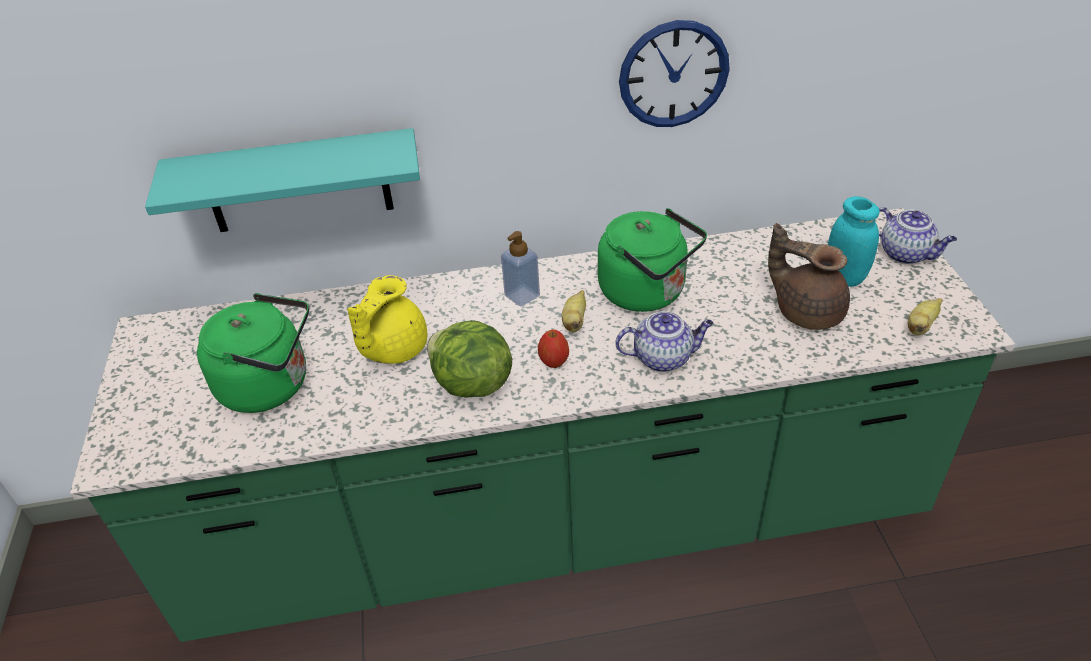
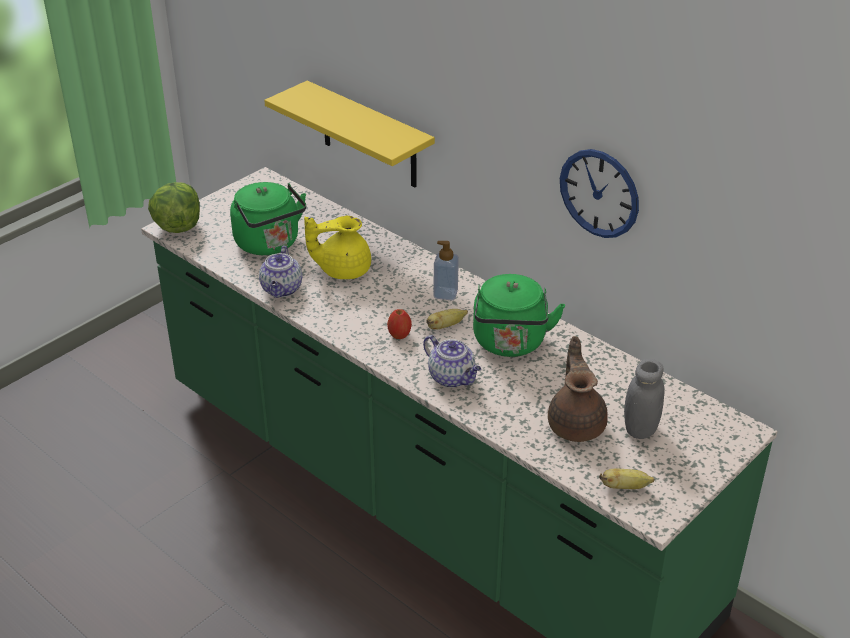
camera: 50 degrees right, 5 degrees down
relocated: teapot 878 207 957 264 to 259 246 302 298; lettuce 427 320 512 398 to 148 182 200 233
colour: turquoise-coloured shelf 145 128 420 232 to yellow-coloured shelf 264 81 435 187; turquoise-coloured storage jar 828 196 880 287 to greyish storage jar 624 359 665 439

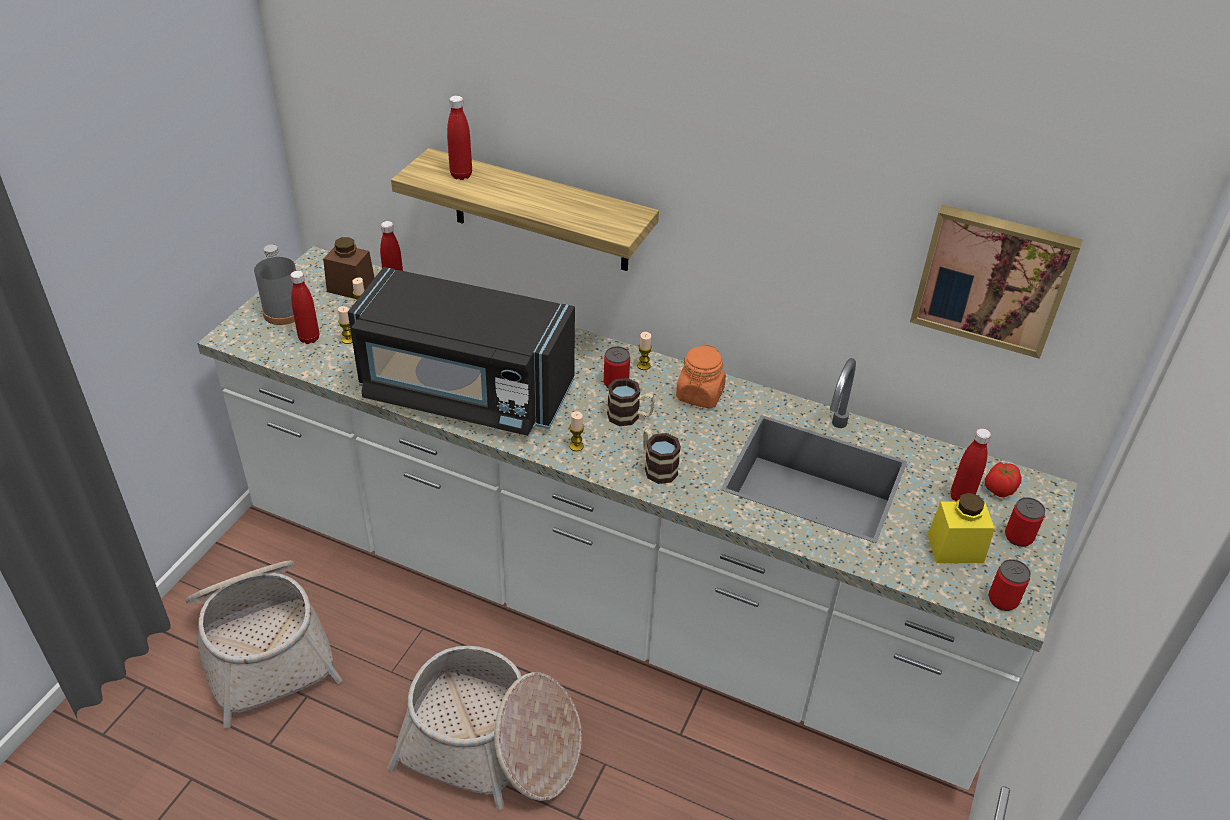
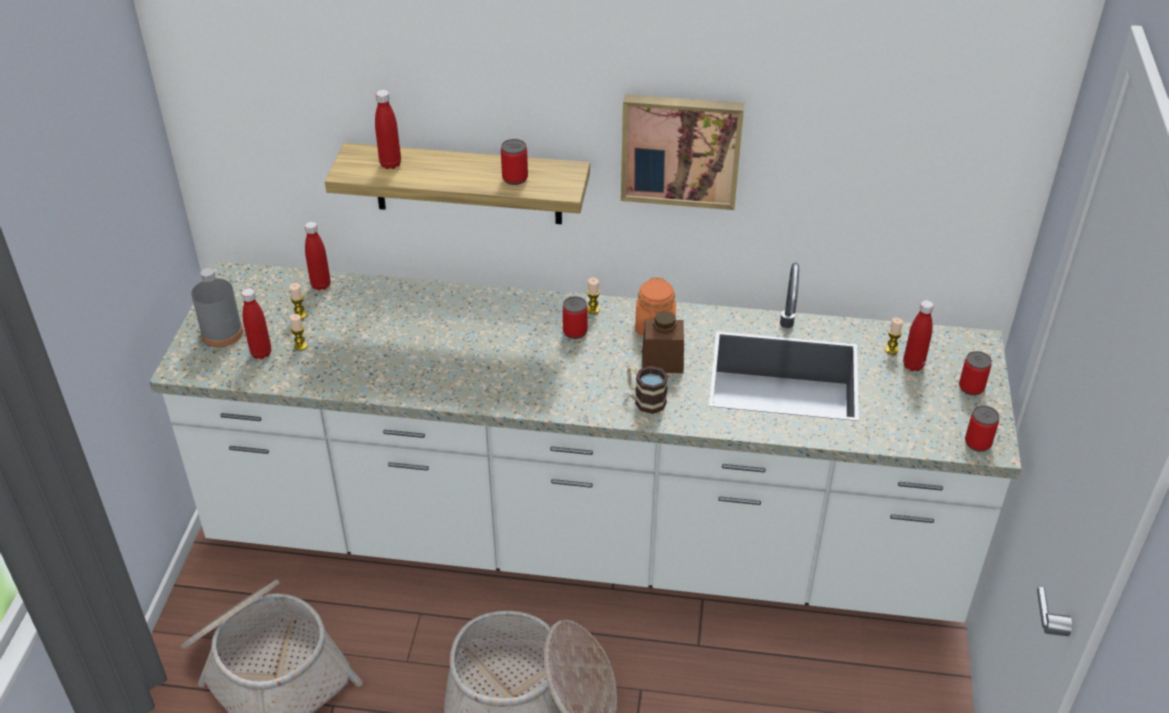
camera: 15 degrees left, 0 degrees up
missing: blackish microwave oven 348 267 575 436; mug 607 378 655 426; whole tomato 985 462 1022 497; yellow-coloured storage jar 927 493 995 563
appeared: metal can 501 139 528 185
relocated: picture 910 205 1083 359 to 621 94 744 210; brownish storage jar 323 237 375 299 to 642 311 684 373; candle 569 412 584 451 to 885 318 903 355

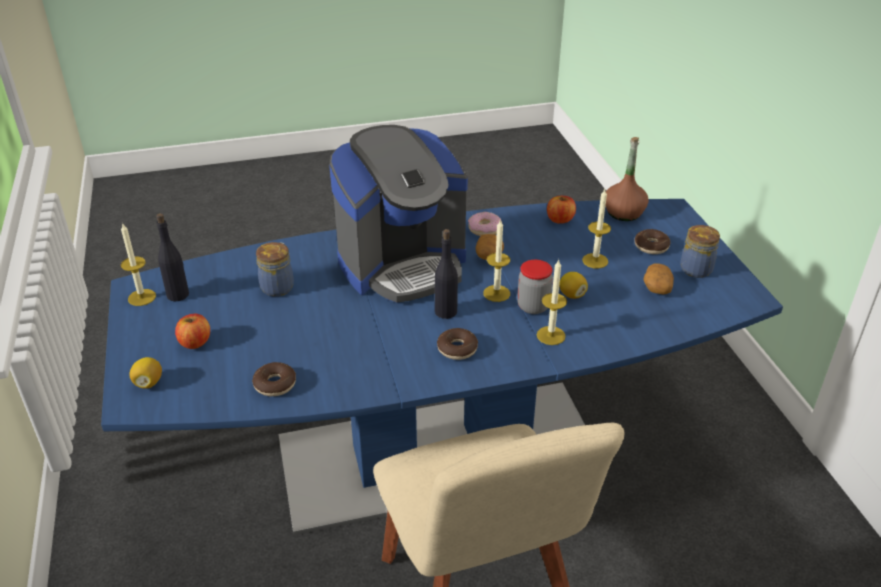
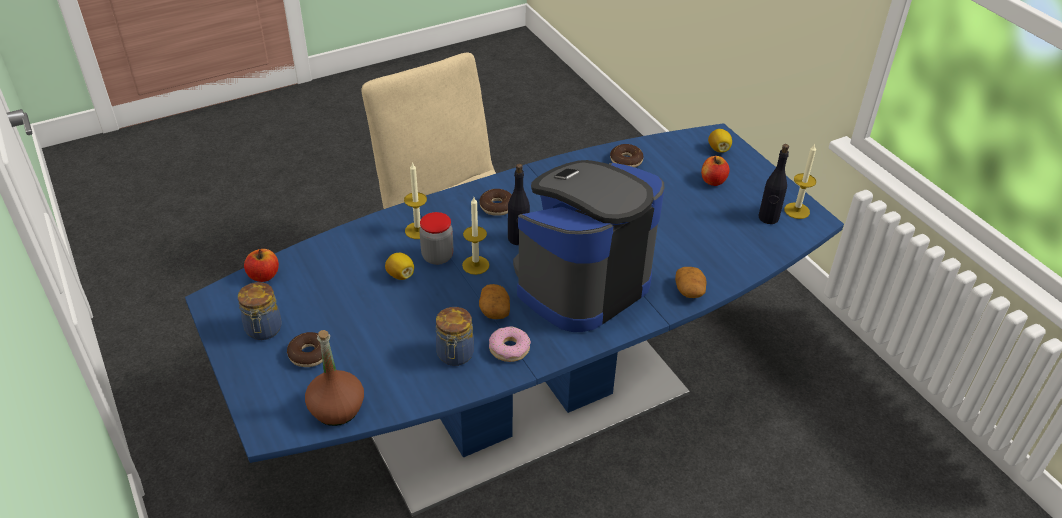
camera: 165 degrees right, 5 degrees up
missing: candle 582 189 611 269
relocated: apple 547 196 576 224 to 244 249 279 282; storage jar 256 242 294 297 to 436 307 474 366; spud 644 263 674 294 to 675 267 707 298

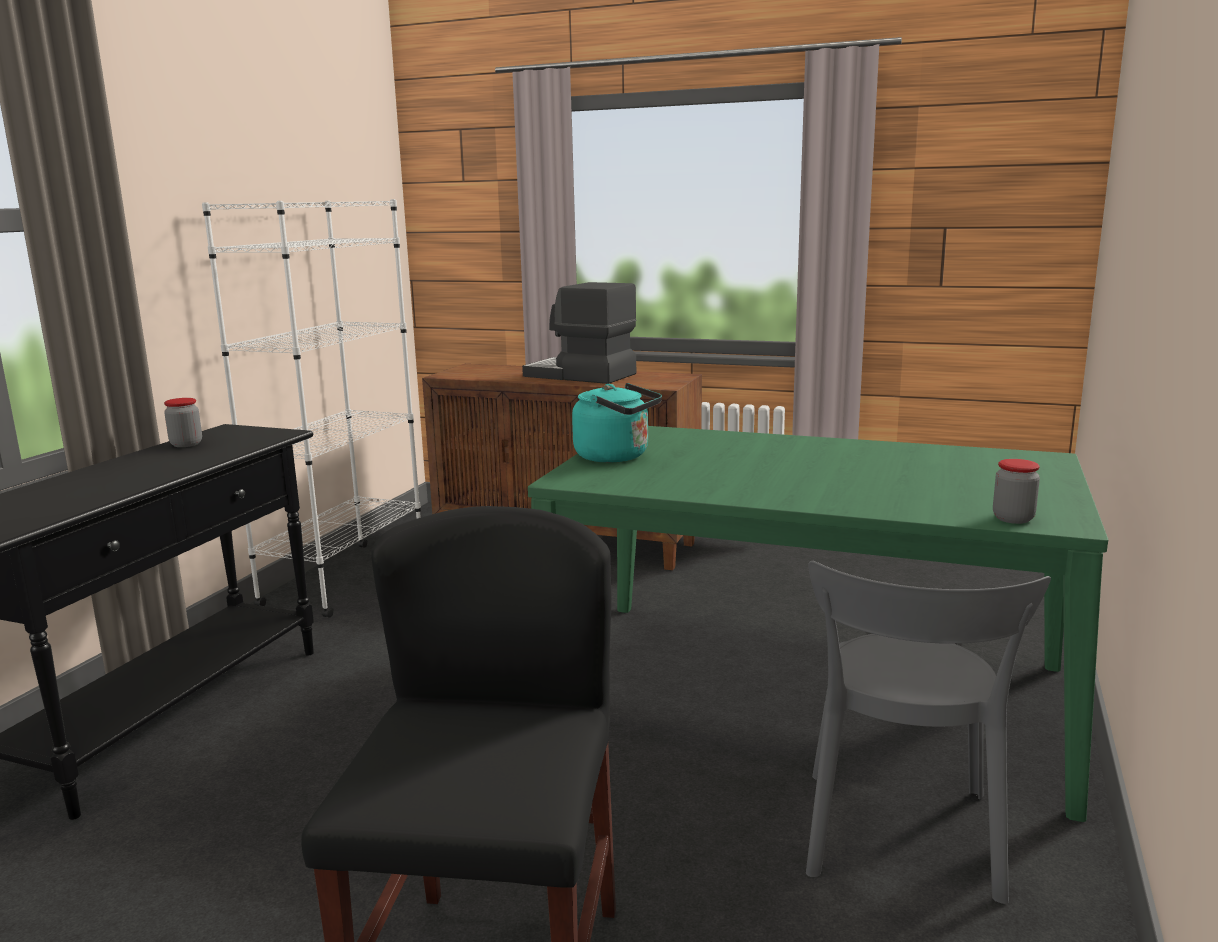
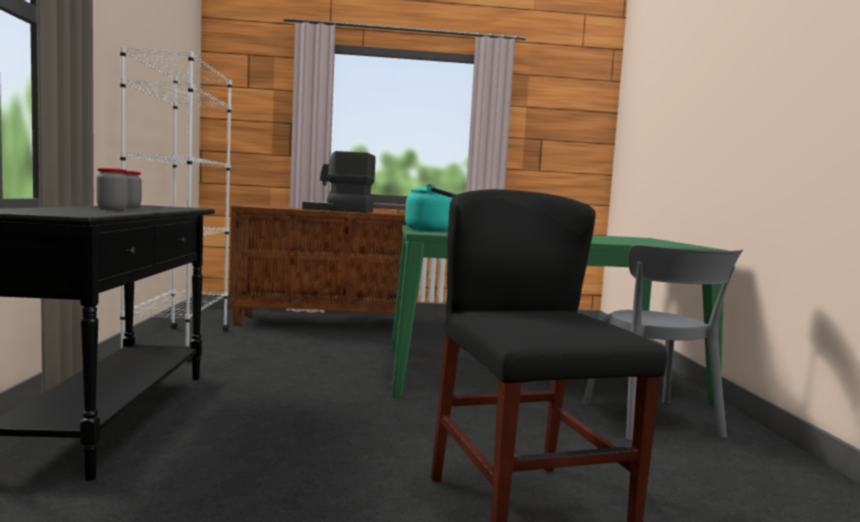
camera: 25 degrees left, 10 degrees down
relocated: storage jar 993 459 1040 524 to 96 168 128 209

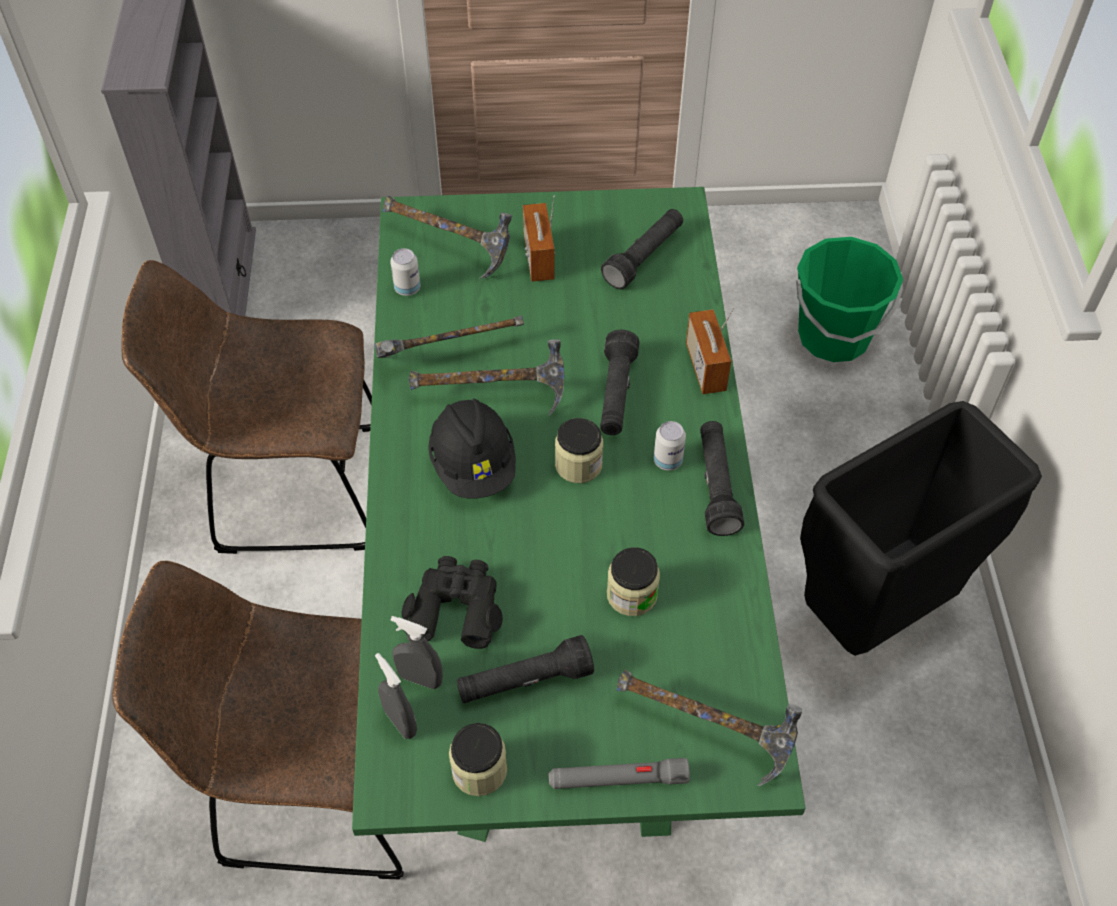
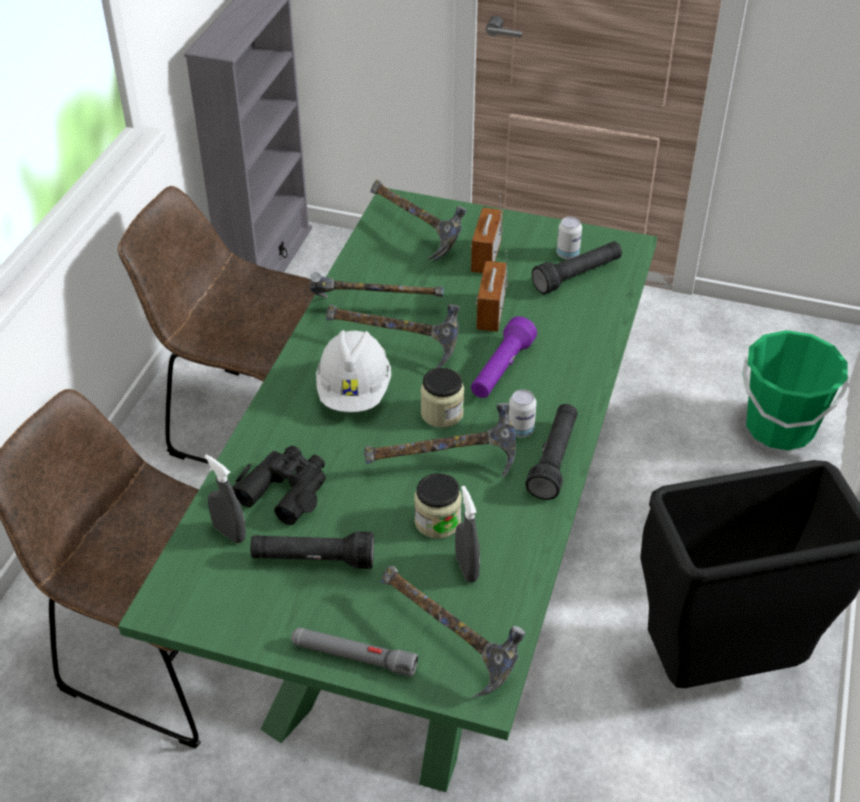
camera: 20 degrees right, 10 degrees down
missing: storage jar 449 723 507 796
appeared: hand hammer 364 403 516 478
relocated: metal can 390 248 421 296 to 557 217 582 260; radio set 686 307 735 394 to 475 250 507 332; greyish hand sprayer 375 653 417 739 to 455 486 480 582
colour: blackish flashlight 600 330 640 435 to purplish flashlight 471 316 537 398; blackish work helmet 428 398 516 498 to white work helmet 316 330 391 412

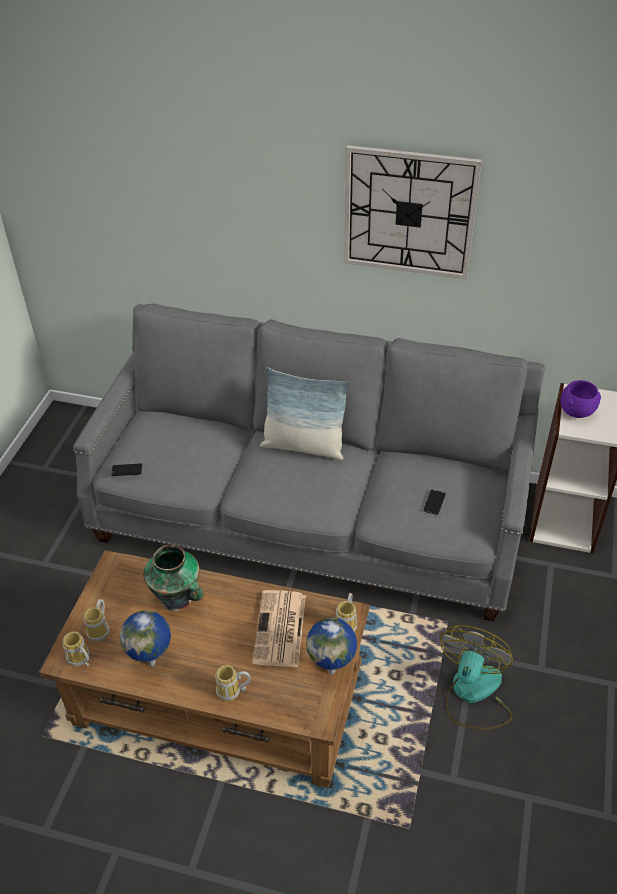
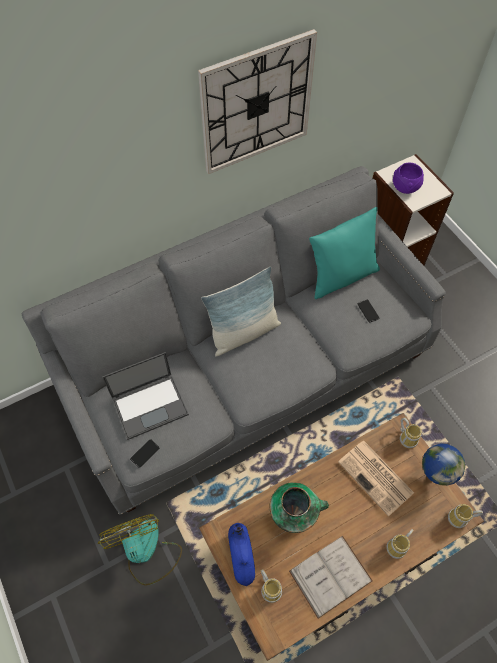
camera: 45 degrees left, 15 degrees up
appeared: turquoise-coloured pillow 309 207 380 299; notebook computer 102 352 189 440; bluish flower vase 228 523 255 586
relocated: cooling fan 440 625 513 730 to 98 514 182 586; mug 63 631 90 667 to 448 504 483 528
exchanged: globe 120 610 171 666 to white volume 289 536 373 619

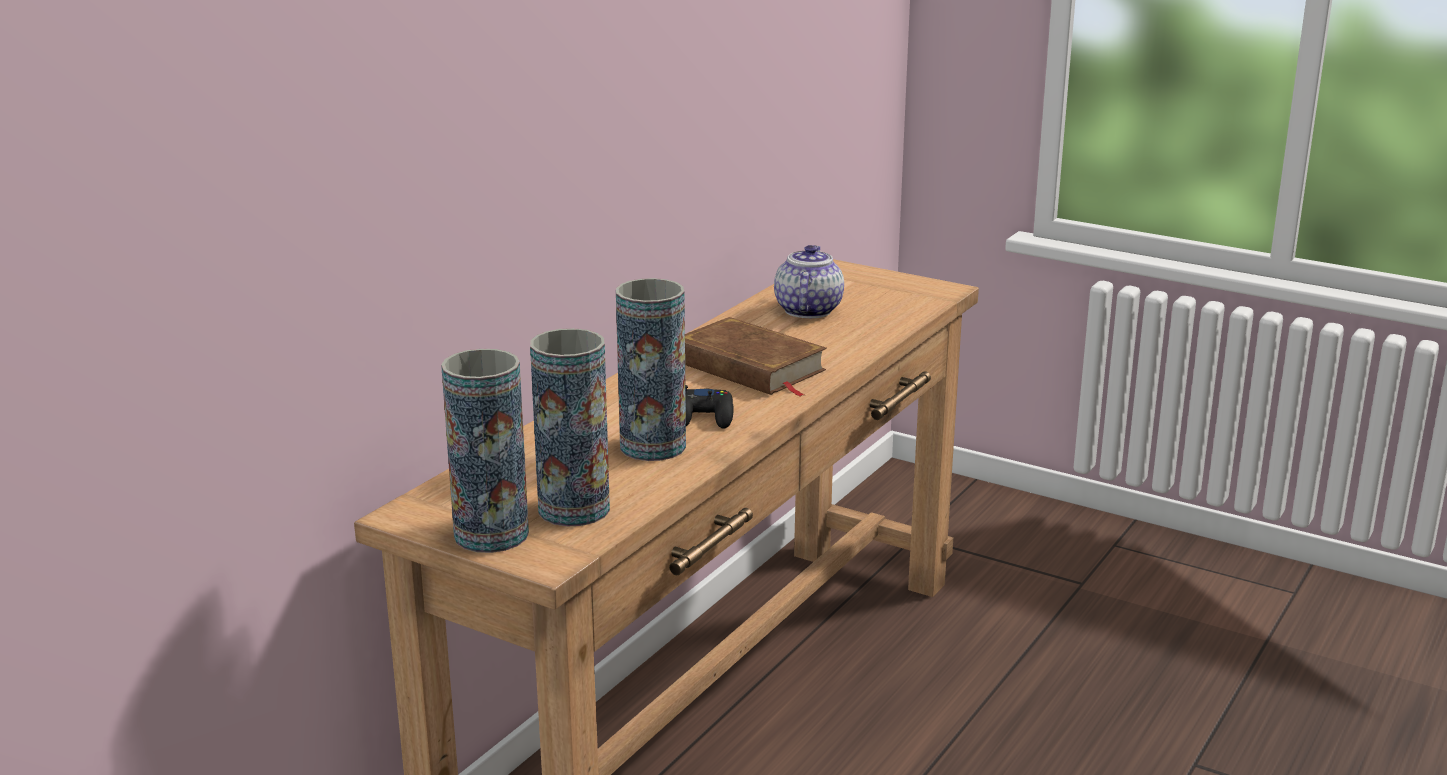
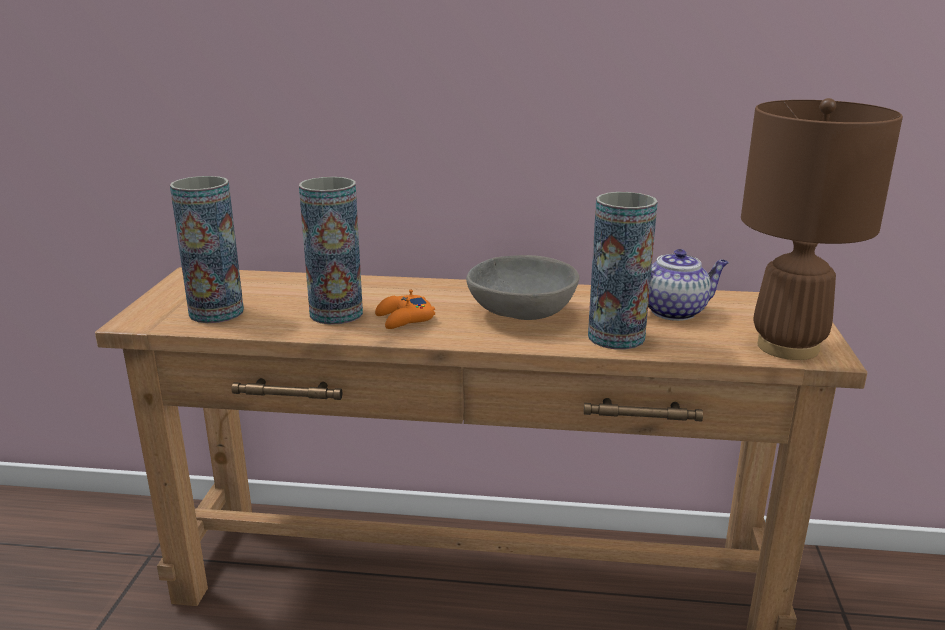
camera: 65 degrees right, 0 degrees up
appeared: brownish table lamp 741 98 903 360
relocated: flower vase 441 349 529 553 to 588 192 658 350
exchanged: brownish volume 685 317 827 397 to greyish deep dish 466 255 579 320
colour: blackish gamepad 685 385 734 429 to orange gamepad 375 290 435 329

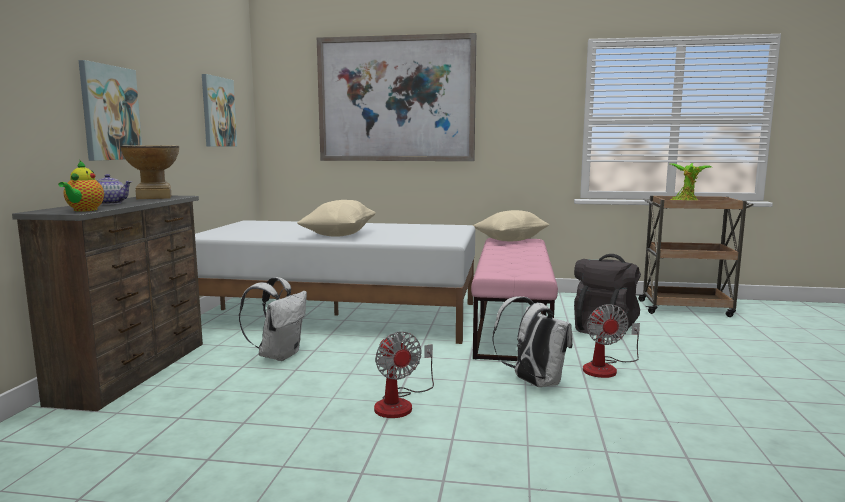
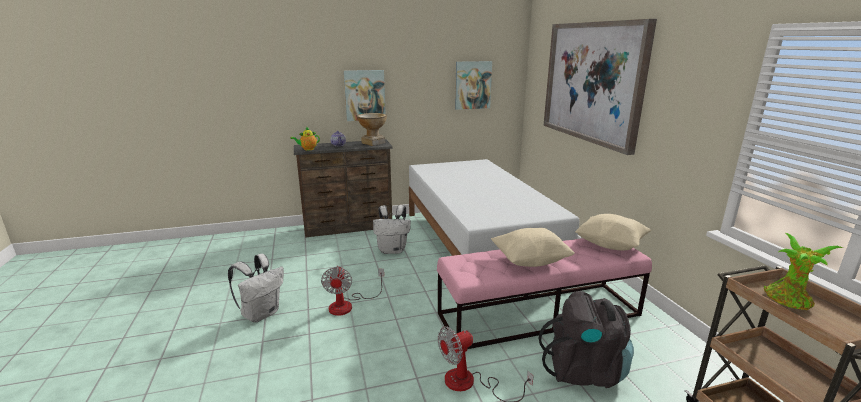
camera: 65 degrees right, 10 degrees up
relocated: sand-coloured pillow 297 200 376 237 to 491 228 575 267; white backpack 492 296 573 387 to 228 254 284 322
spun: cooling fan 374 331 434 418 = 321 266 384 316 45 degrees counterclockwise

